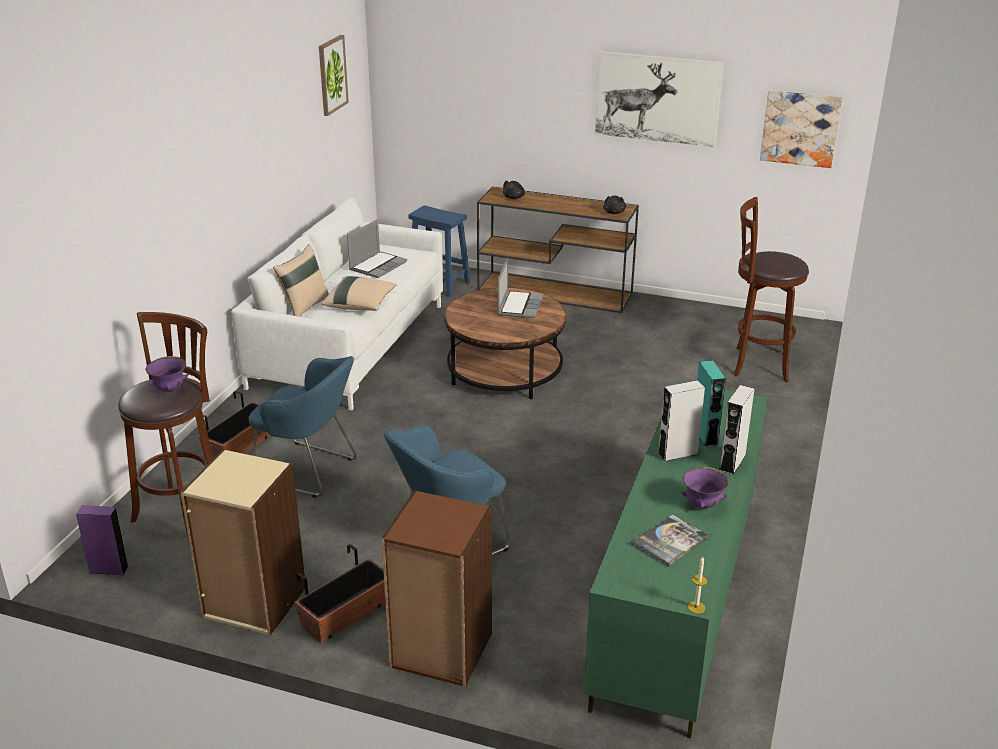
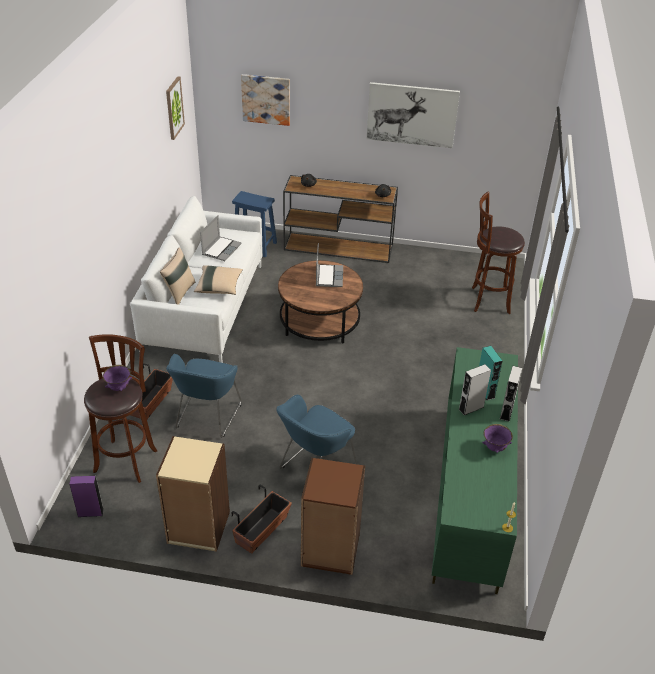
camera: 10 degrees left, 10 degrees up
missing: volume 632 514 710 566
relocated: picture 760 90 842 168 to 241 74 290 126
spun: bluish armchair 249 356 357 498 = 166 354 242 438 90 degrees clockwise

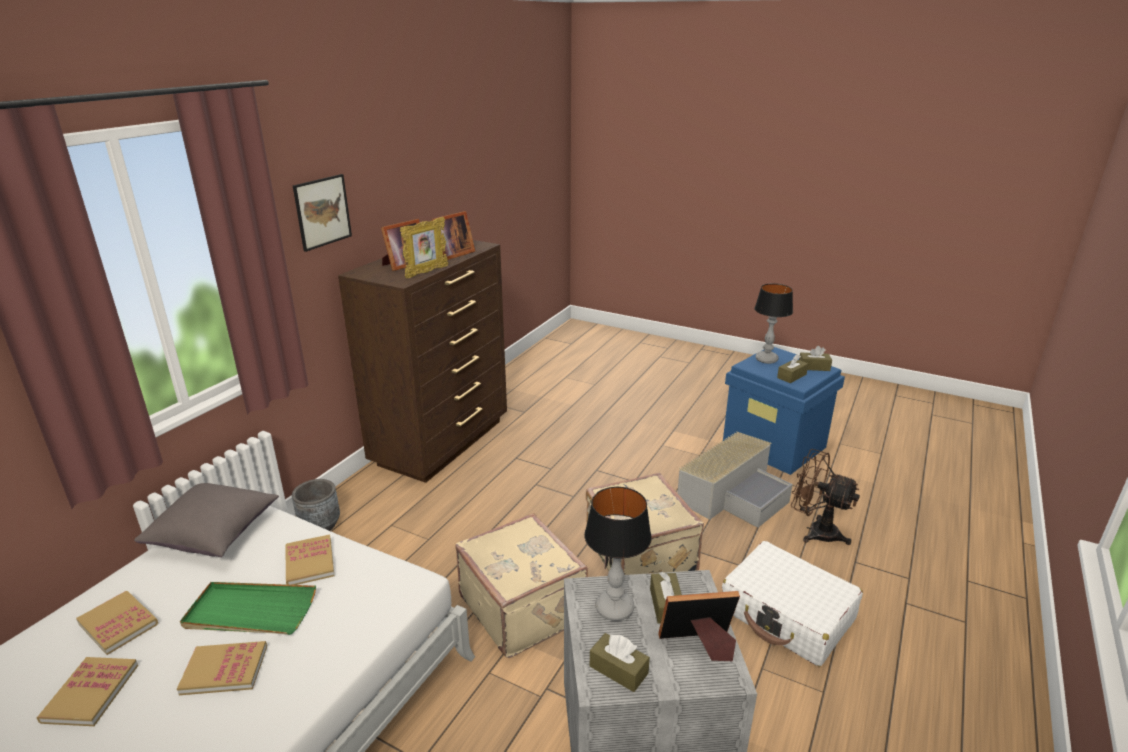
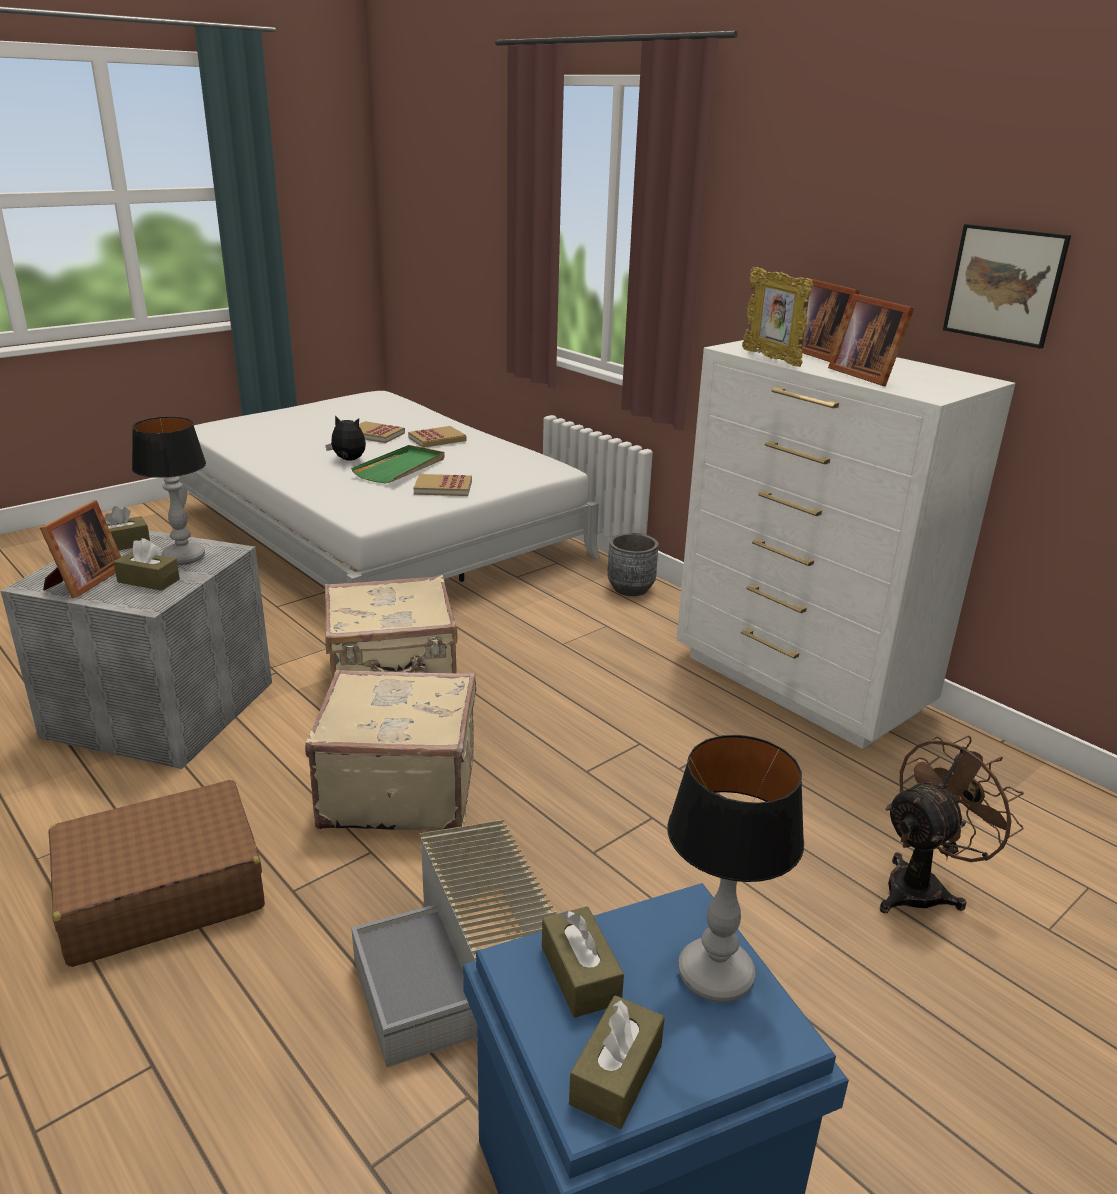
camera: 110 degrees right, 0 degrees up
missing: greyish pillow 134 483 279 557
relocated: picture 293 174 352 252 to 943 224 1071 349; brownish cooling fan 791 449 860 545 to 880 735 1024 913
exchanged: volume 177 641 267 695 to plush toy 325 416 366 460
colour: brownish drawer chest 338 240 507 483 to white drawer chest 677 340 1015 749; white suitcase 722 541 863 666 to brownish suitcase 48 780 265 967

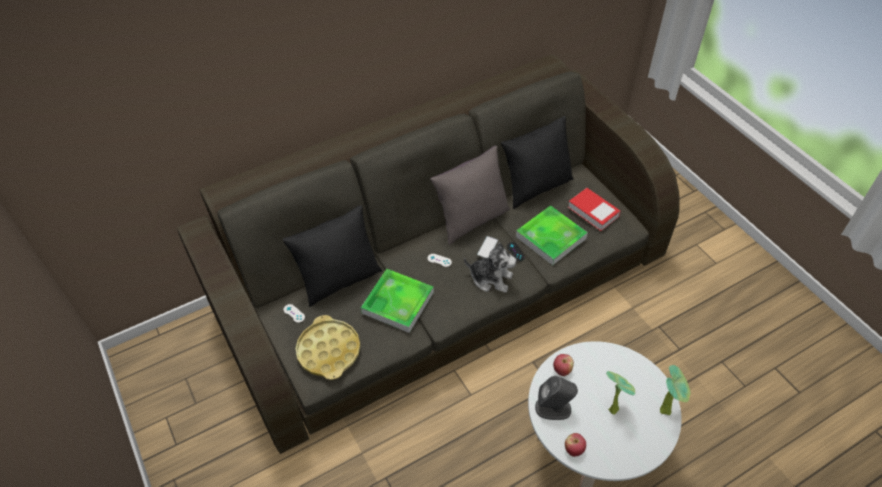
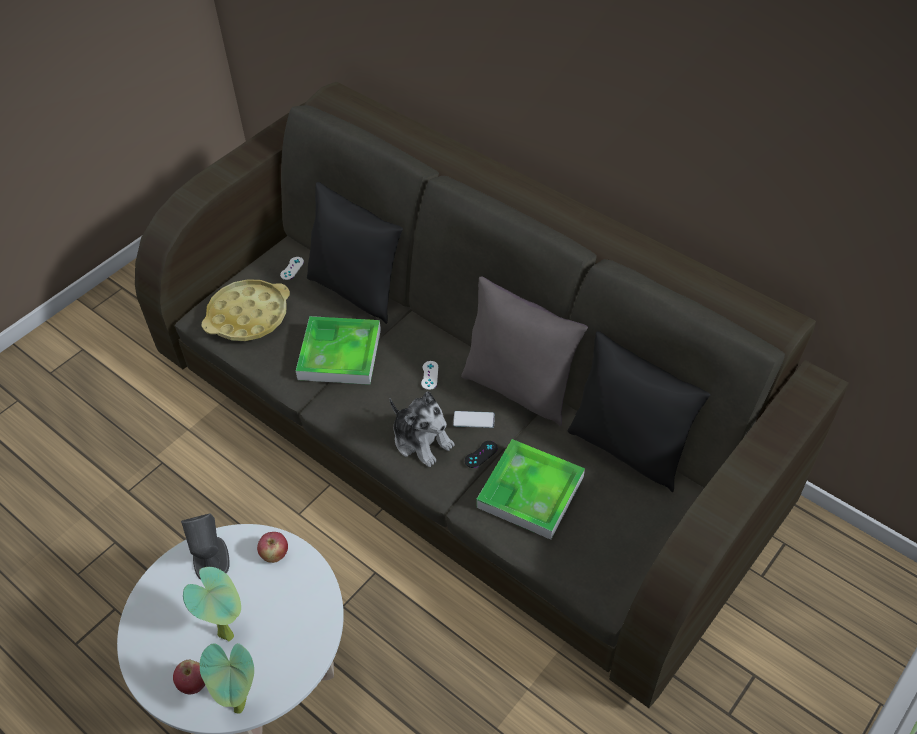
camera: 70 degrees right, 0 degrees up
missing: volume 568 188 621 231
relocated: apple 565 433 586 457 to 173 660 205 694
spun: plush toy 464 242 517 293 = 390 391 455 467 45 degrees counterclockwise

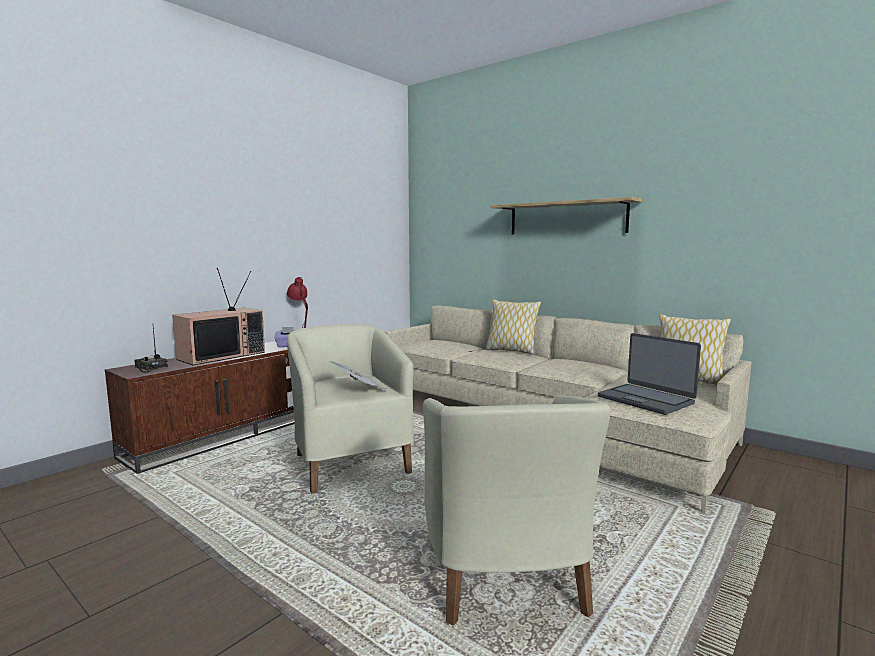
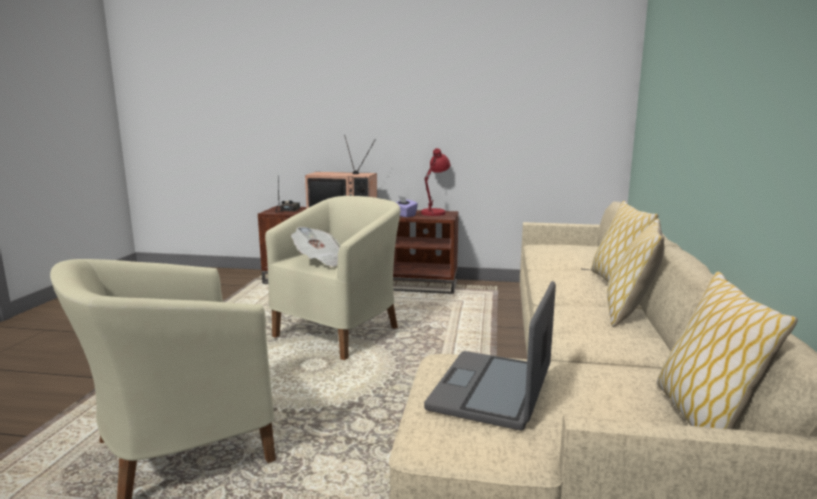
camera: 60 degrees right, 5 degrees up
missing: shelf 491 197 643 234
appeared: pillow 607 218 664 327

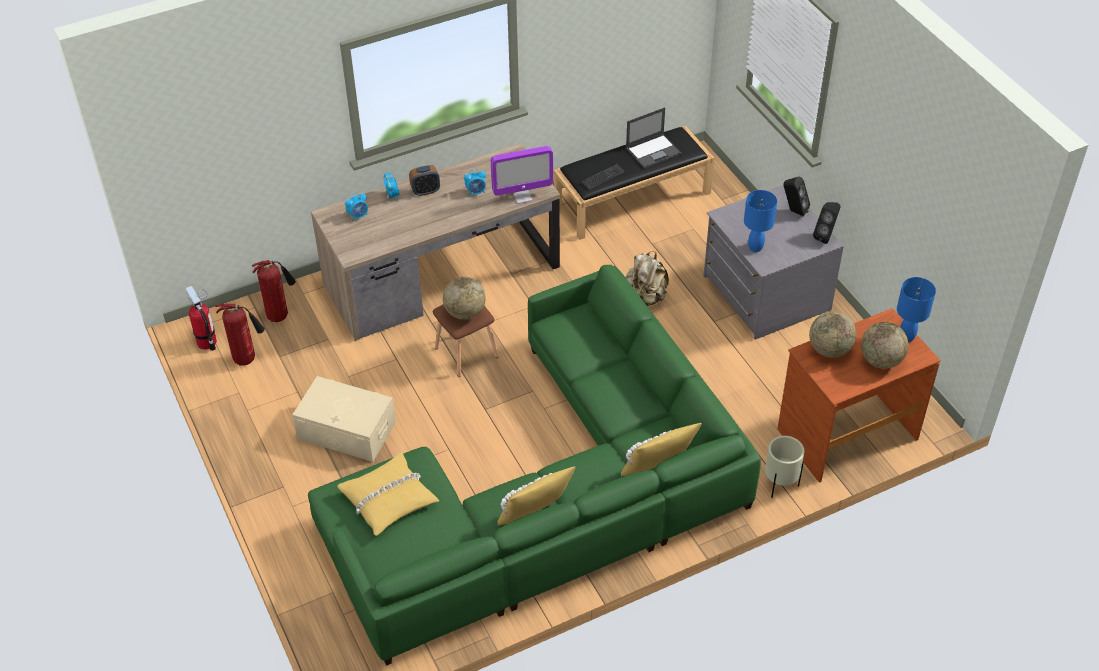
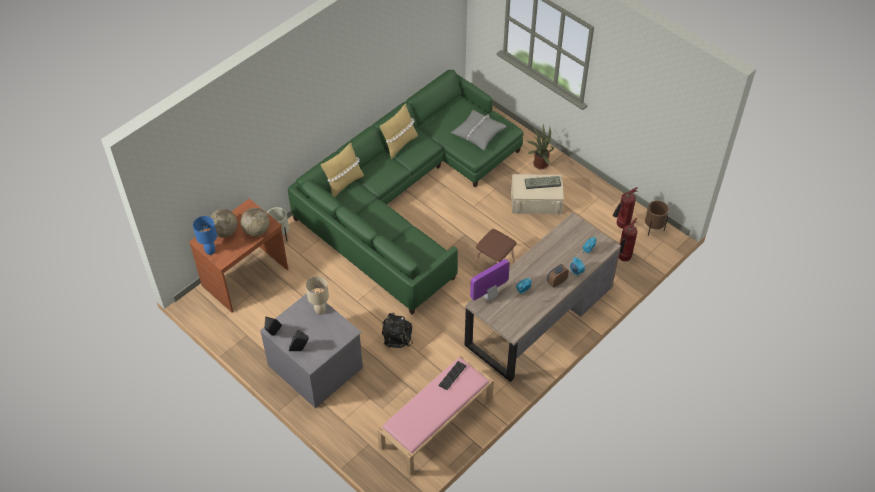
camera: 160 degrees right, 5 degrees up
missing: notebook computer 626 107 682 169; globe 443 277 486 320
appeared: houseplant 527 125 554 169; keyboard 524 176 561 189
exchanged: fire extinguisher 185 286 217 351 to brownish flower pot 645 200 669 236
colour: blackish bench 554 126 714 240 to pinkish bench 377 354 494 476; bluish table lamp 744 190 777 252 to sand-coloured table lamp 306 276 329 315; sand-coloured backpack 626 251 669 306 to blackish backpack 382 313 413 348; yellow-coloured pillow 337 452 439 536 to greyish pillow 451 110 507 150

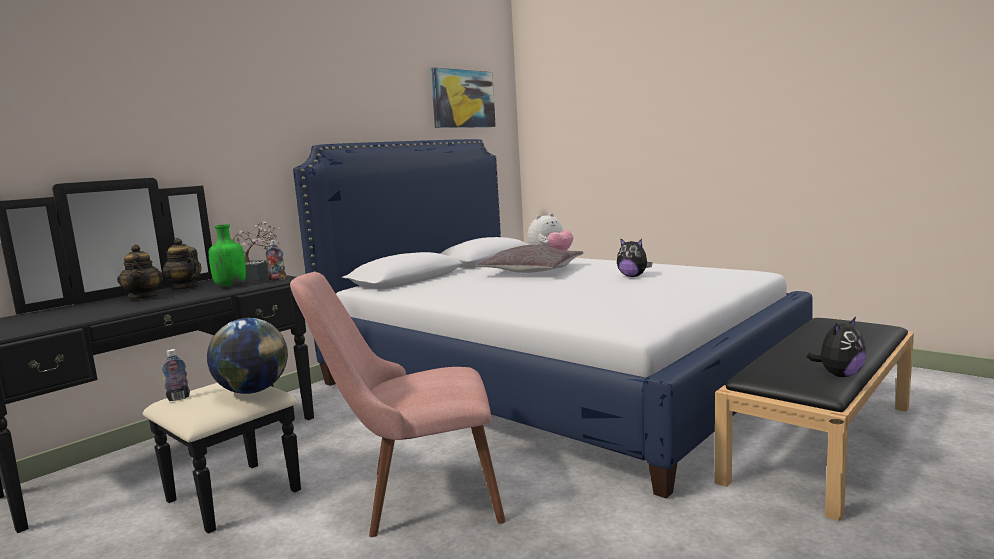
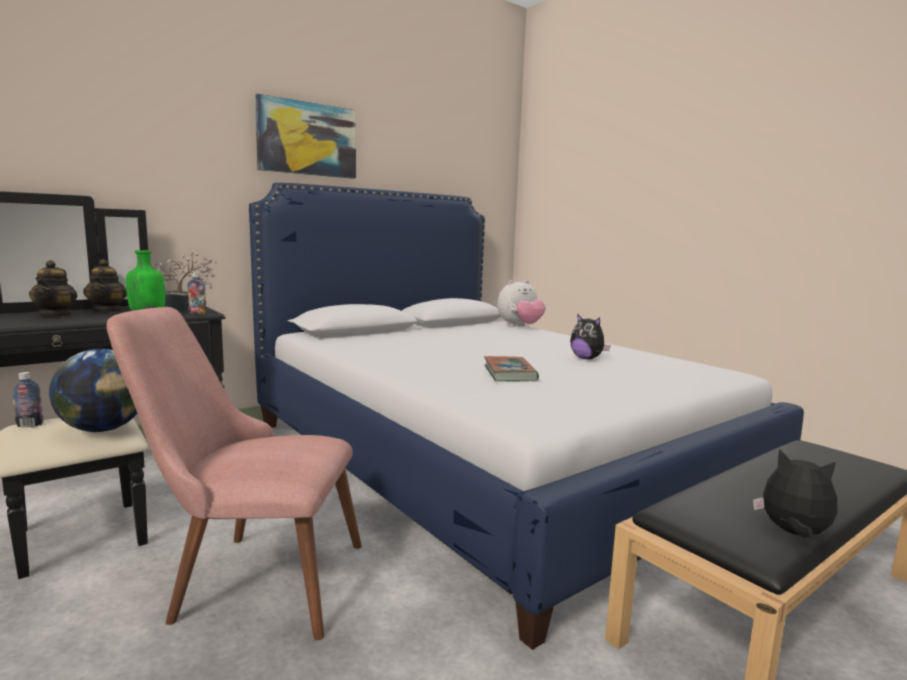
camera: 10 degrees right, 0 degrees up
missing: greyish pillow 476 245 583 273
appeared: volume 484 356 539 381
relocated: picture 430 67 496 128 to 255 94 356 179
spun: teapot 163 238 202 290 = 83 259 127 312 150 degrees counterclockwise; plush toy 807 317 866 377 = 753 449 838 537 120 degrees counterclockwise

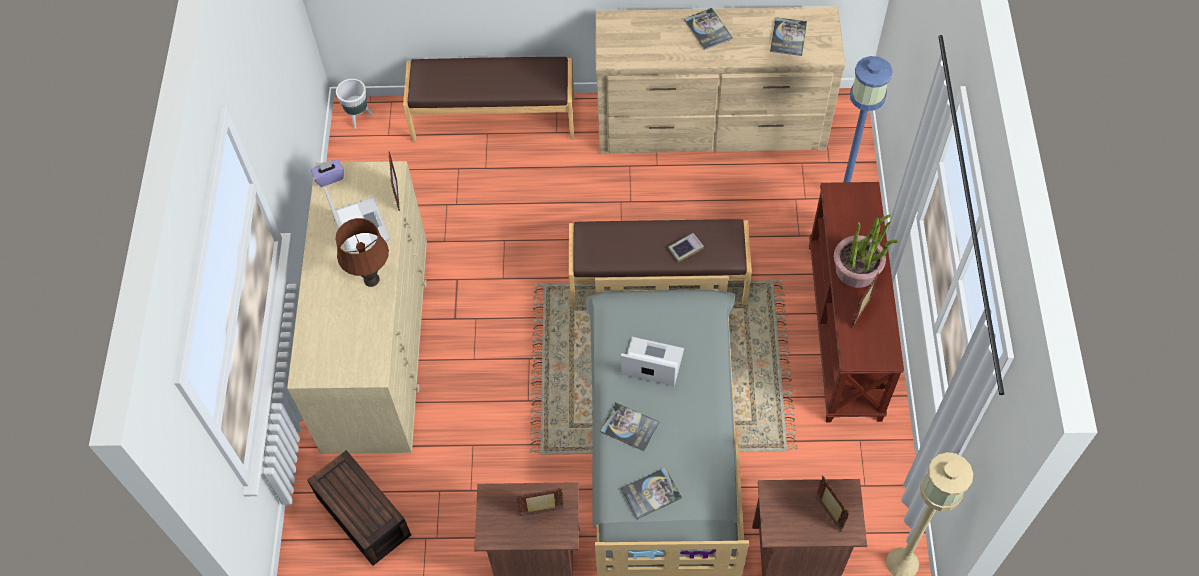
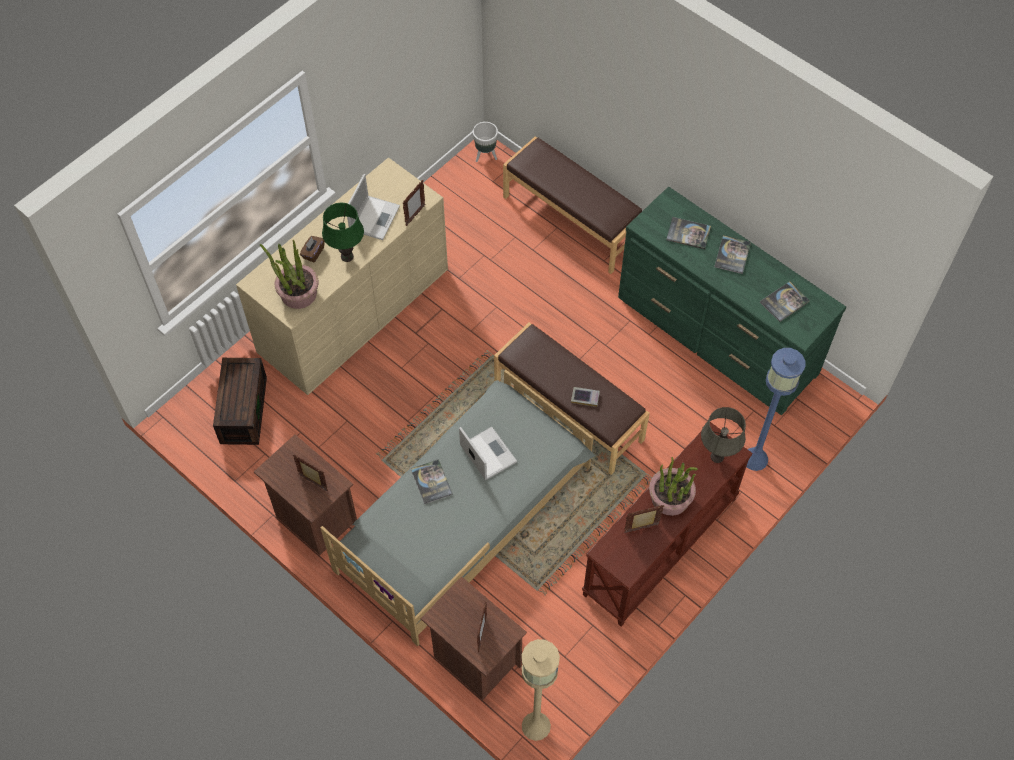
camera: 40 degrees right, 0 degrees up
missing: purplish box of tissues 311 160 344 187
appeared: brownish box of tissues 300 236 325 262; houseplant 260 240 319 309; greyish table lamp 701 407 746 463
relocated: volume 621 468 682 519 to 666 217 711 249
colour: sand-coloured drawer chest 595 6 845 154 to green-coloured drawer chest 618 187 846 415; brownish table lamp 336 218 389 287 to green-coloured table lamp 322 202 364 262

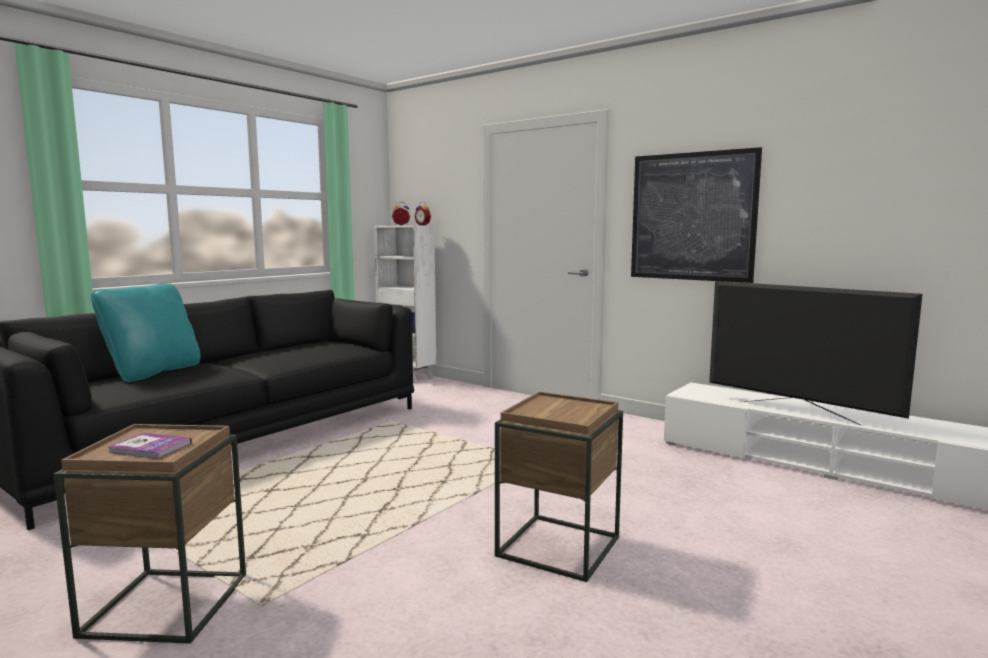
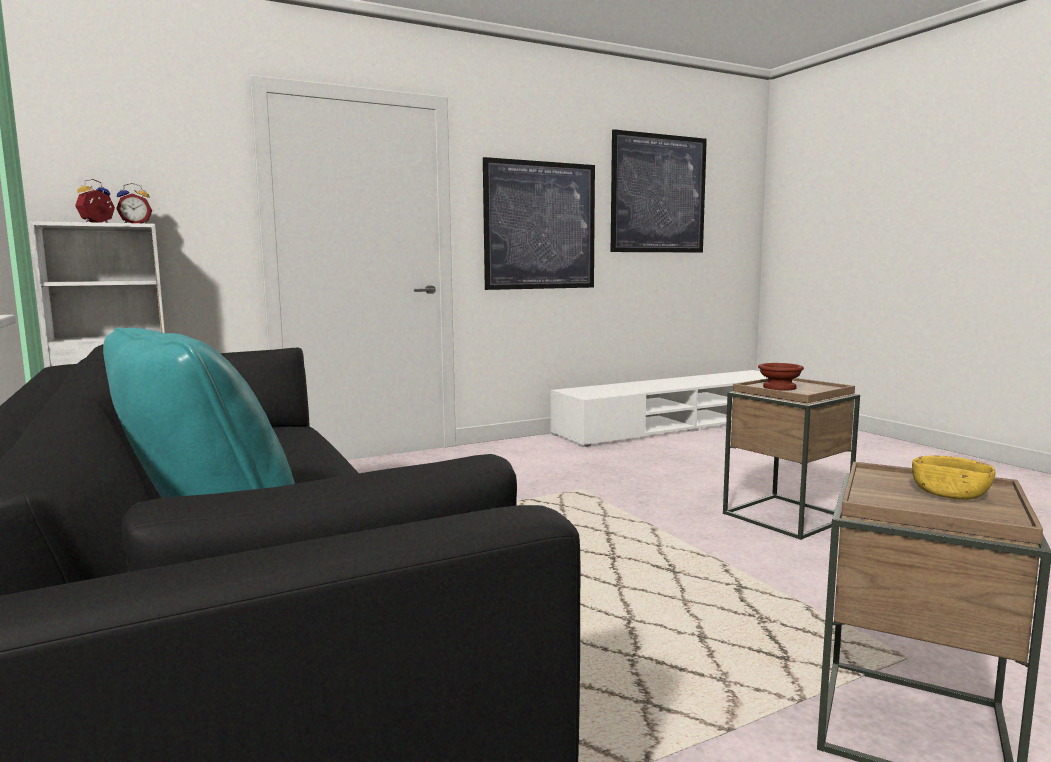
camera: 65 degrees left, 0 degrees up
missing: television 709 281 922 426
appeared: picture 611 129 707 253; brownish deep dish 758 363 804 390
exchanged: volume 108 433 192 459 to yellow-coloured deep dish 912 455 996 500

